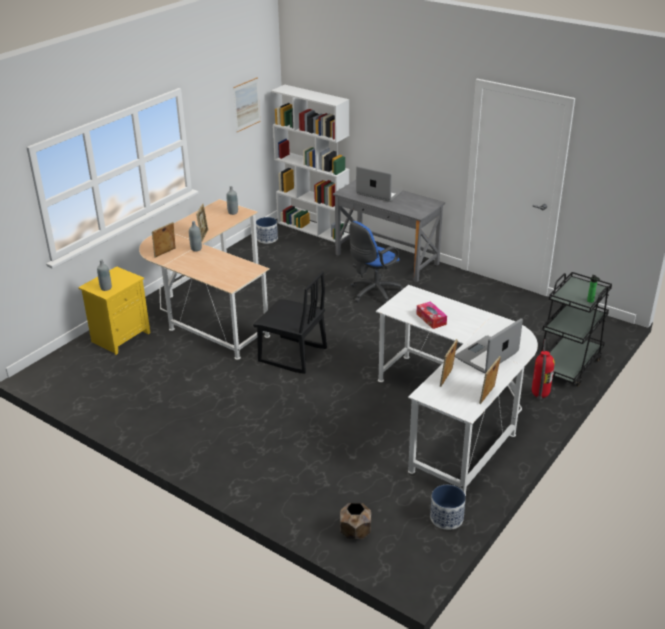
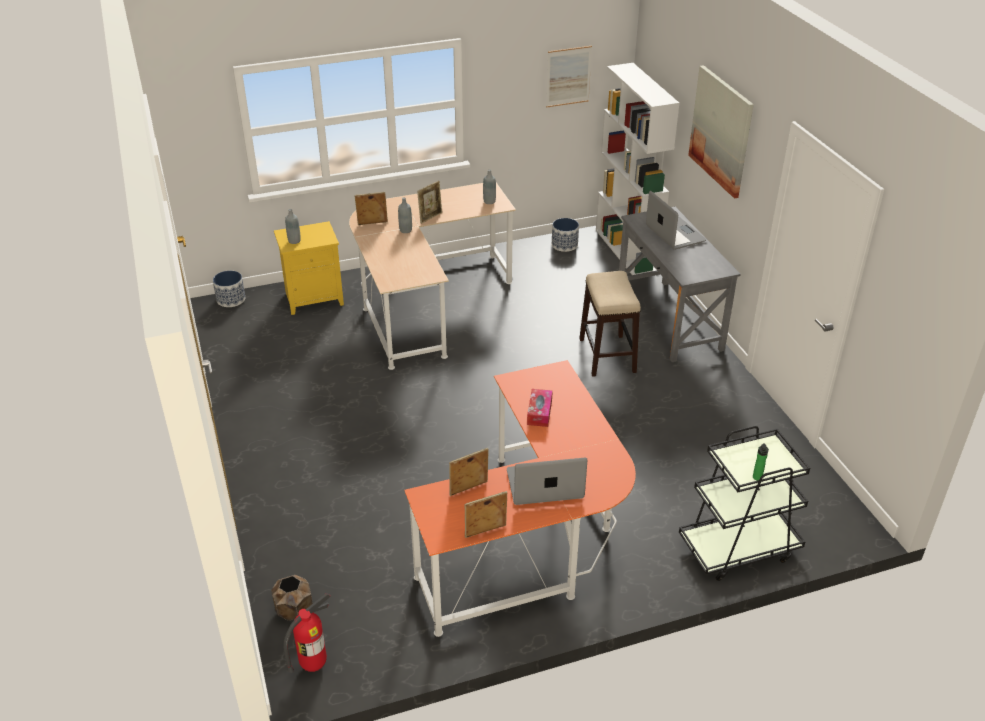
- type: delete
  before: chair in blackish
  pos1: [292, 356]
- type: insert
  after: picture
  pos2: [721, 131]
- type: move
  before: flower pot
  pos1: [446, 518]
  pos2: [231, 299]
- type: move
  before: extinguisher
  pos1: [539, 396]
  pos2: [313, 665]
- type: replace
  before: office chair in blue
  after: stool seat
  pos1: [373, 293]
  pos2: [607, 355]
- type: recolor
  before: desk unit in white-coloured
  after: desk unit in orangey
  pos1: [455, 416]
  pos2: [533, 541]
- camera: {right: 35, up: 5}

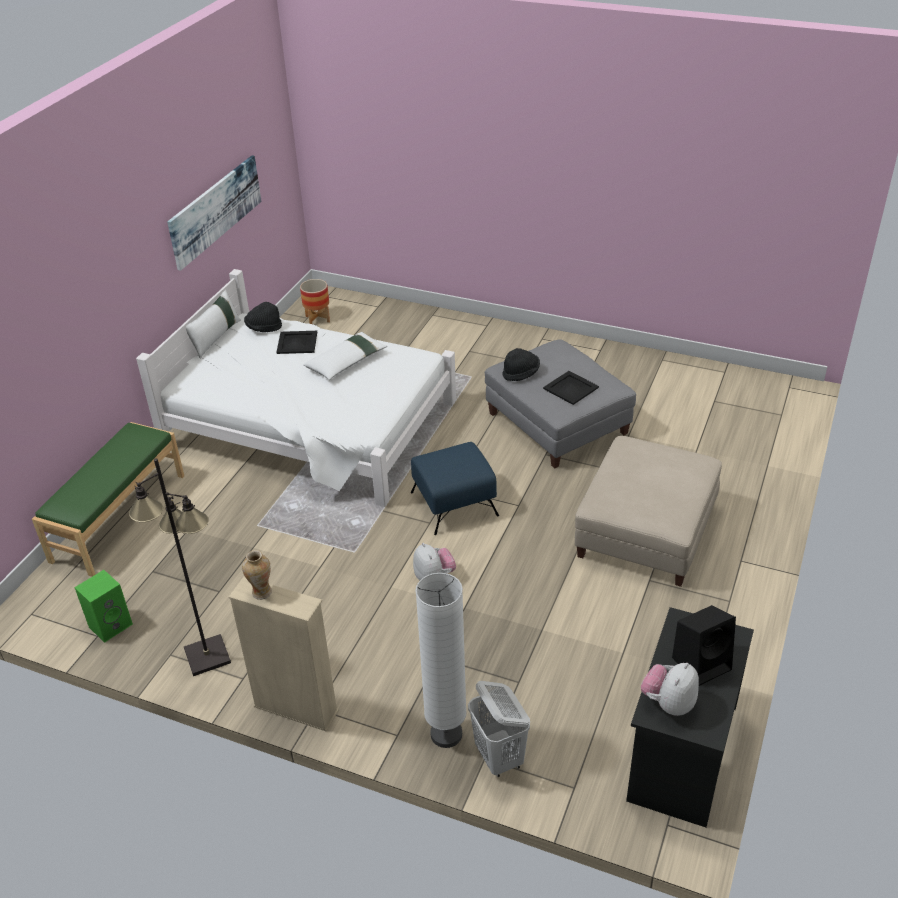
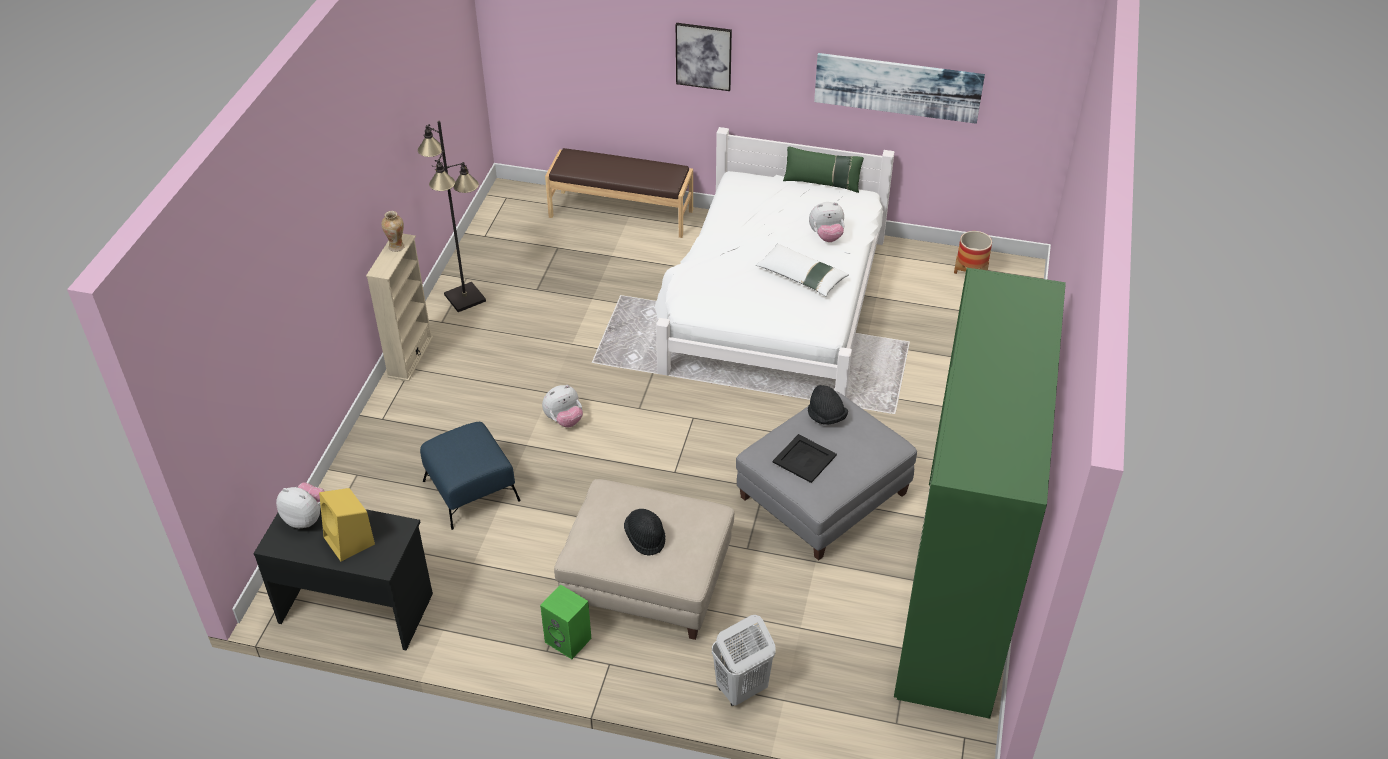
- type: delete
  before: floor lamp in white-coloured
  pos1: [446, 734]
- type: insert
  after: picture
  pos2: [703, 56]
- type: insert
  after: armoire in green-coloured
  pos2: [956, 594]
- type: move
  before: audio speaker in green-coloured
  pos1: [111, 624]
  pos2: [569, 640]
- type: move
  before: hat in blackish
  pos1: [263, 328]
  pos2: [645, 538]
- type: move
  before: footrest in blue
  pos1: [453, 504]
  pos2: [471, 490]
- type: move
  before: hamper in white-coloured
  pos1: [499, 758]
  pos2: [741, 689]
- type: replace
  before: tray in blackish
  after: cuddly toy
  pos1: [297, 342]
  pos2: [826, 236]
- type: recolor
  before: bench in green-coloured
  after: bench in brownish
  pos1: [118, 517]
  pos2: [621, 213]
- type: recolor
  before: cushion in white-coloured
  after: cushion in green-coloured
  pos1: [215, 337]
  pos2: [822, 183]
- type: recolor
  before: audio speaker in blackish
  after: audio speaker in yellow
  pos1: [702, 662]
  pos2: [350, 541]
- camera: {right: 80, up: 5}

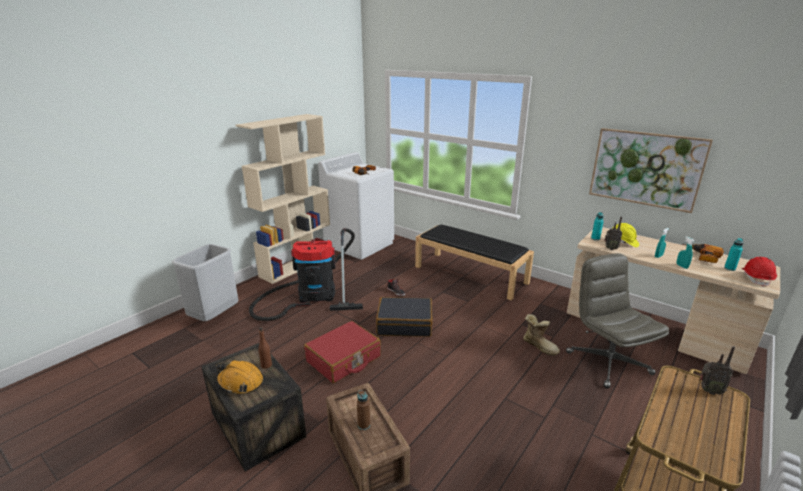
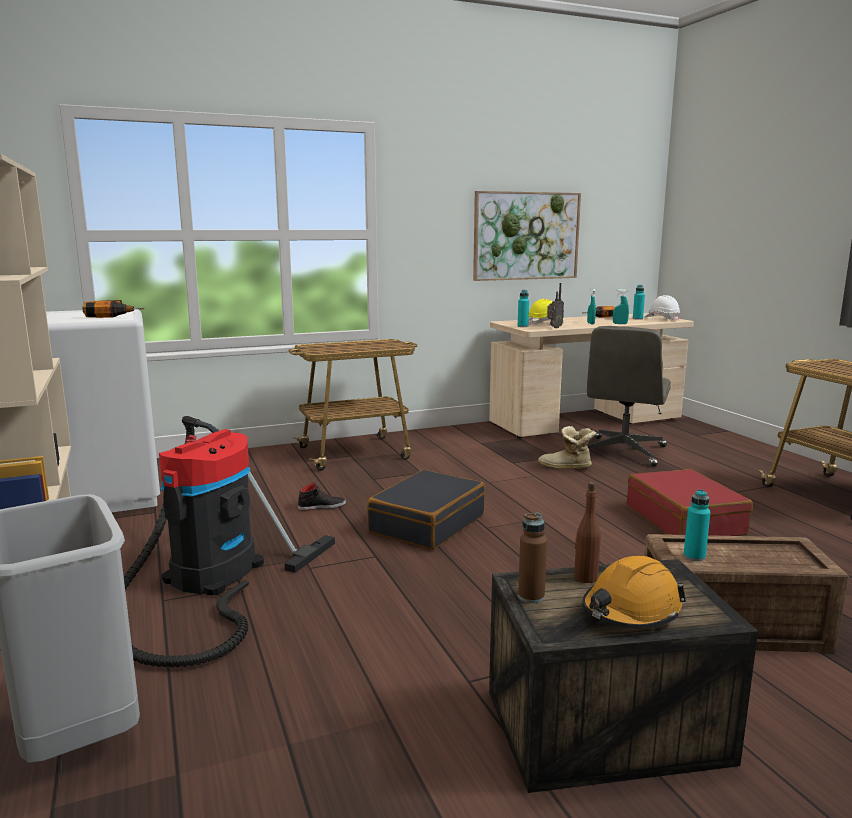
- type: delete
  before: radio set
  pos1: [709, 390]
- type: insert
  after: beverage bottle in turquoise
  pos2: [694, 556]
- type: move
  before: travel case in red-coloured
  pos1: [344, 359]
  pos2: [685, 520]
- type: move
  before: beverage bottle in brownish
  pos1: [364, 425]
  pos2: [531, 596]
- type: replace
  before: bench in blackish
  after: cart
  pos1: [471, 274]
  pos2: [356, 453]
- type: recolor
  before: safety helmet in red-coloured
  after: safety helmet in white-coloured
  pos1: [756, 278]
  pos2: [662, 318]
- type: rotate
  before: high-top boot
  pos1: [540, 345]
  pos2: [566, 467]
  turn: -150
- type: rotate
  before: office chair in grey
  pos1: [607, 362]
  pos2: [623, 452]
  turn: -75
- camera: {right: -60, up: -10}

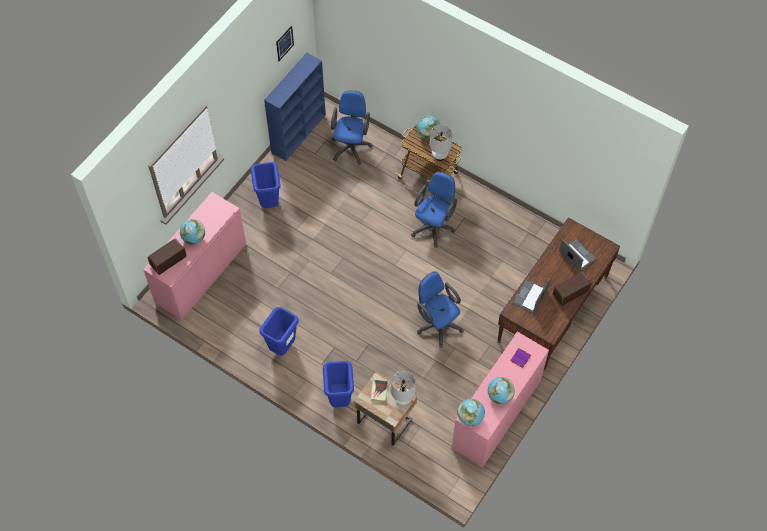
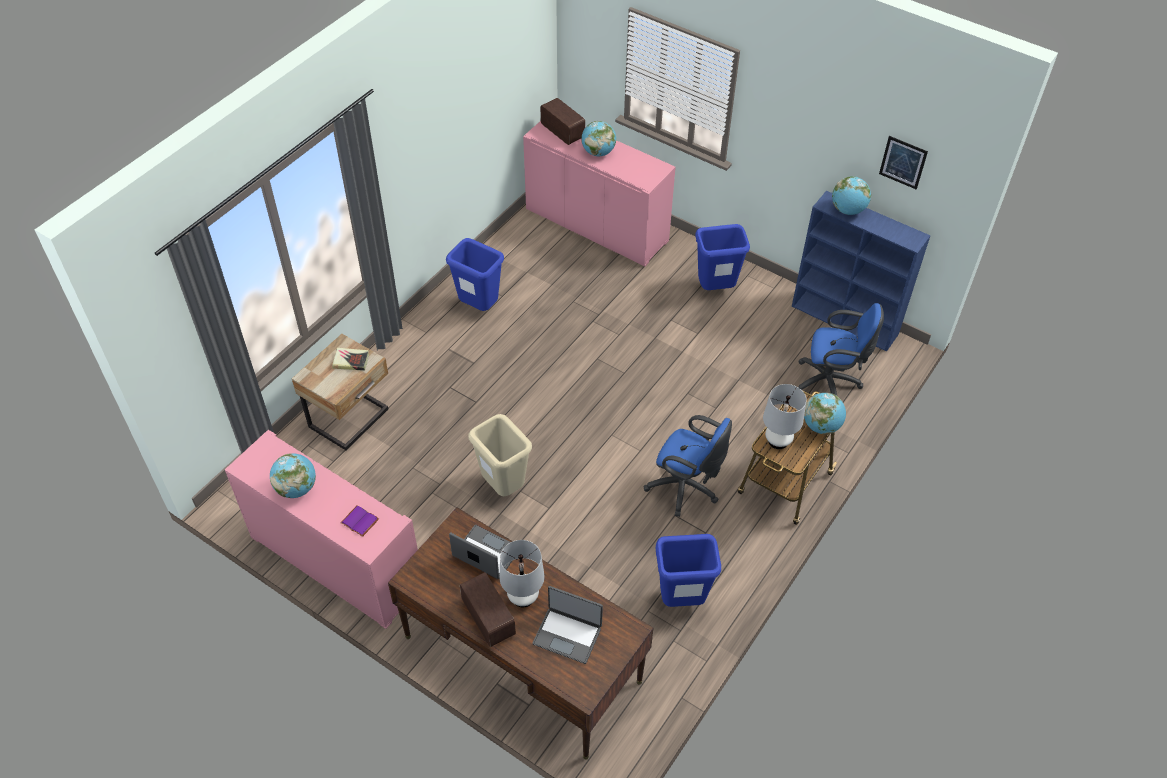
- type: move
  before: waste bin in blue
  pos1: [339, 399]
  pos2: [681, 600]
- type: move
  before: table lamp in white-coloured
  pos1: [402, 399]
  pos2: [523, 597]
- type: move
  before: world globe
  pos1: [470, 417]
  pos2: [848, 210]
- type: replace
  before: office chair in blue
  after: waste bin in sand-coloured
  pos1: [437, 324]
  pos2: [504, 488]
- type: rotate
  before: portable computer
  pos1: [576, 255]
  pos2: [568, 635]
  turn: 60
- camera: {right: 90, up: -10}

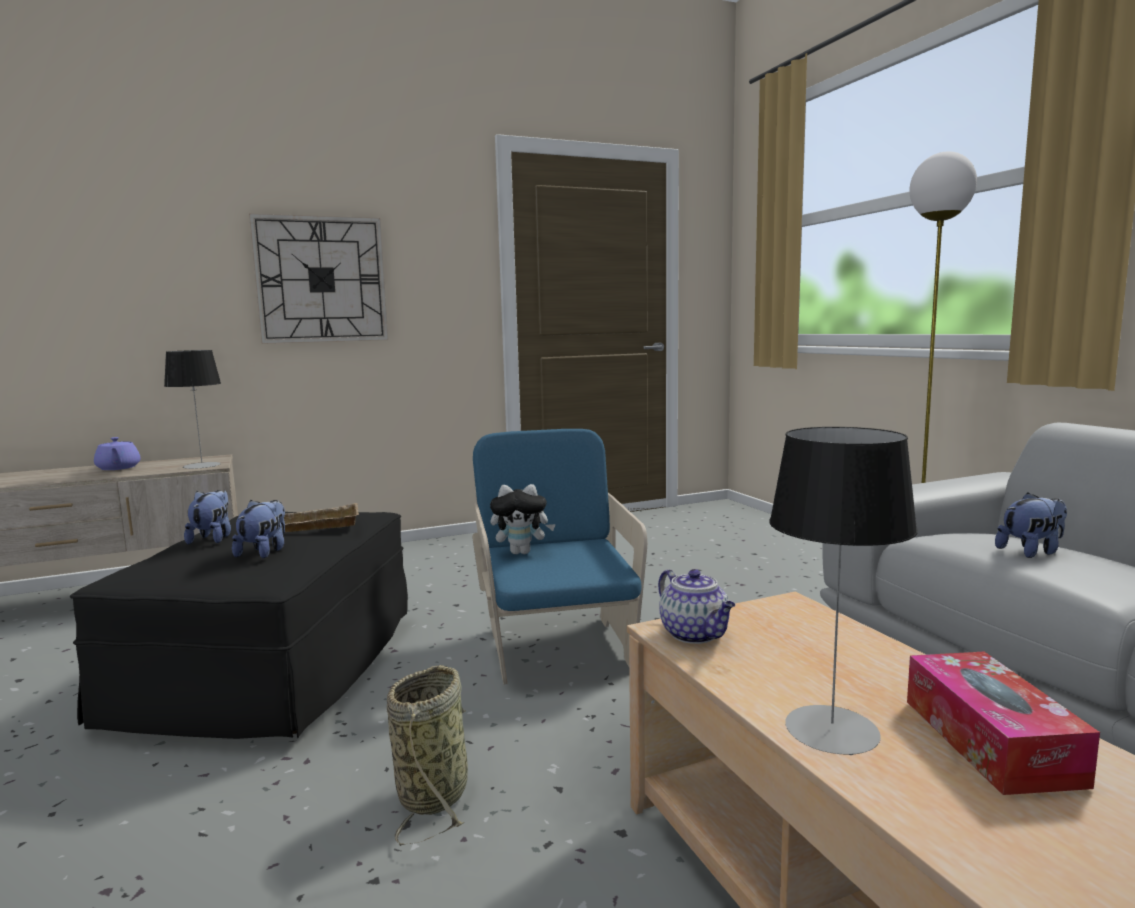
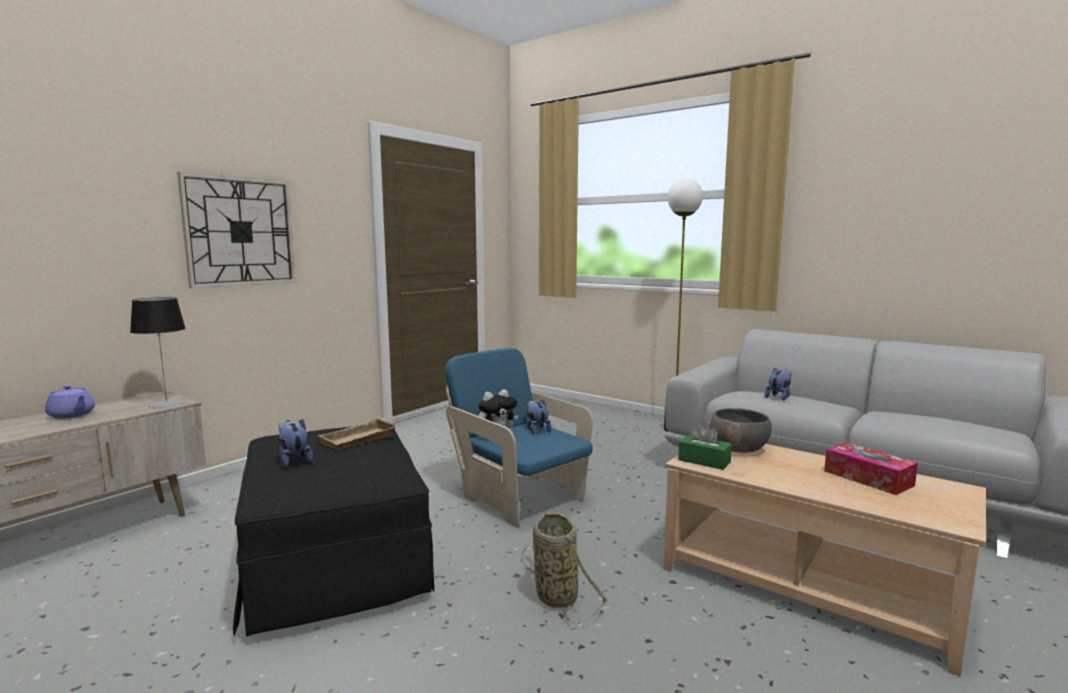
- type: delete
  before: table lamp
  pos1: [831, 730]
- type: insert
  after: bowl in grey
  pos2: [738, 449]
- type: move
  before: cuddly toy
  pos1: [264, 552]
  pos2: [536, 429]
- type: replace
  before: tea pot
  after: tissue box in green-coloured
  pos1: [696, 634]
  pos2: [704, 461]
- camera: {right: -30, up: 0}

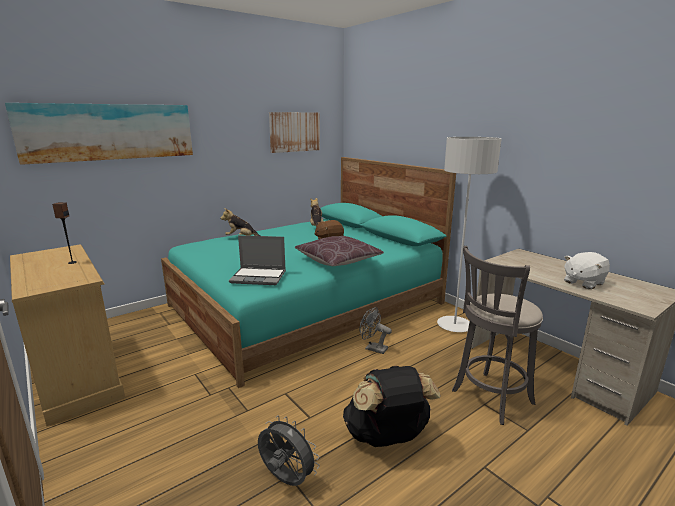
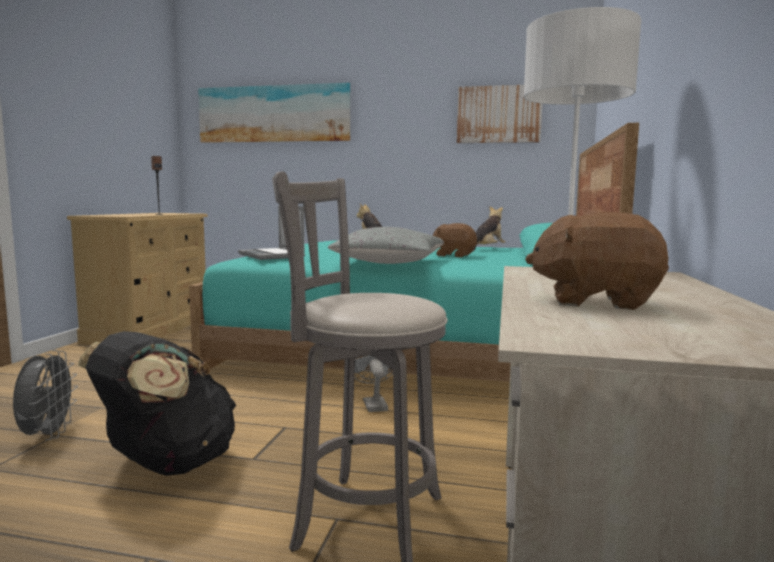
- type: recolor
  before: cushion in brownish
  after: cushion in grey
  pos1: [338, 261]
  pos2: [389, 263]
- type: recolor
  before: cuddly toy in white-coloured
  after: cuddly toy in brownish
  pos1: [583, 282]
  pos2: [595, 301]
- camera: {right: 50, up: -10}

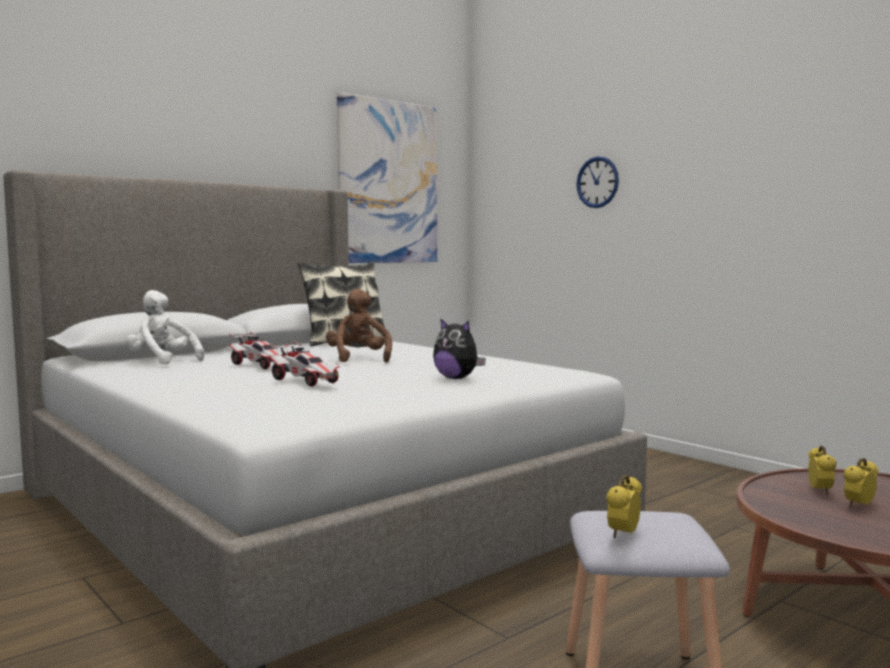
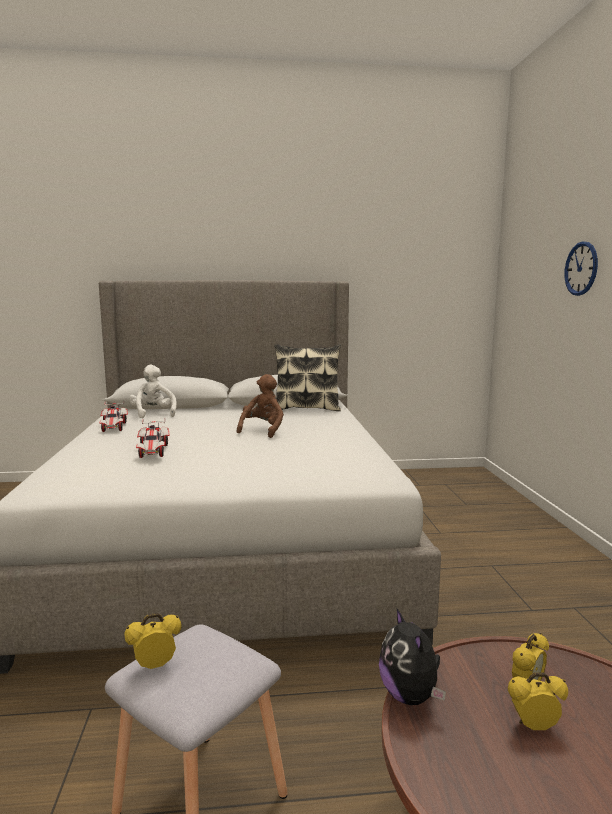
- type: delete
  before: picture
  pos1: [388, 182]
- type: move
  before: toy car
  pos1: [260, 365]
  pos2: [114, 427]
- type: move
  before: cuddly toy
  pos1: [457, 378]
  pos2: [410, 696]
- camera: {right: 35, up: 5}

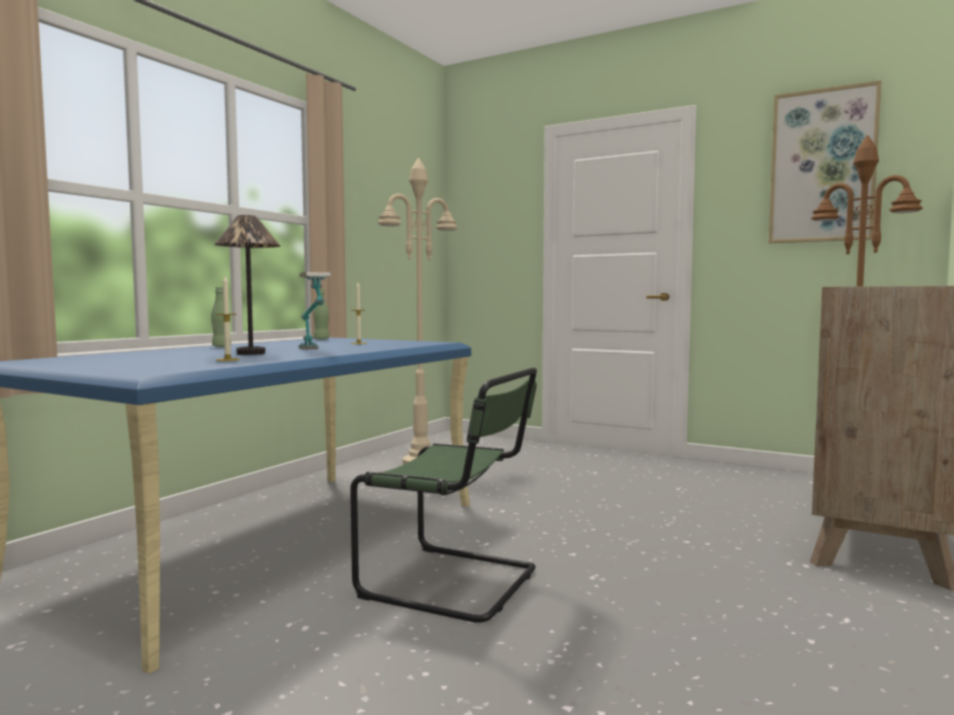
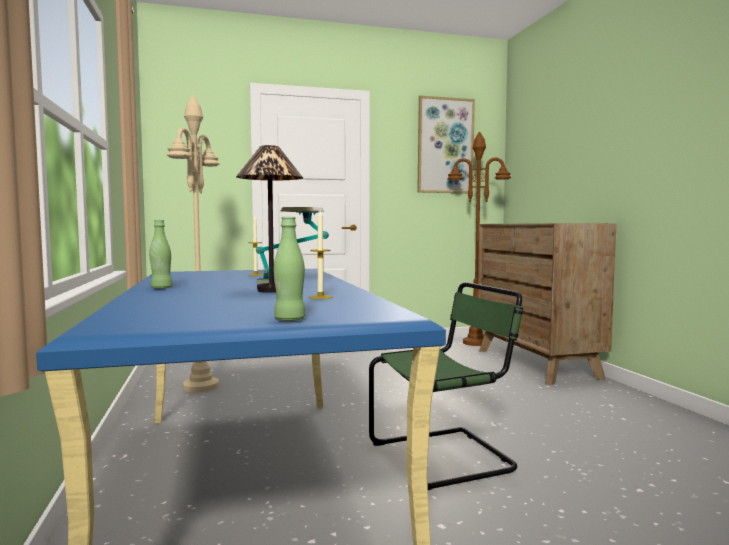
- type: move
  before: beverage bottle in green-coloured
  pos1: [321, 339]
  pos2: [289, 319]
- camera: {right: -45, up: 0}

